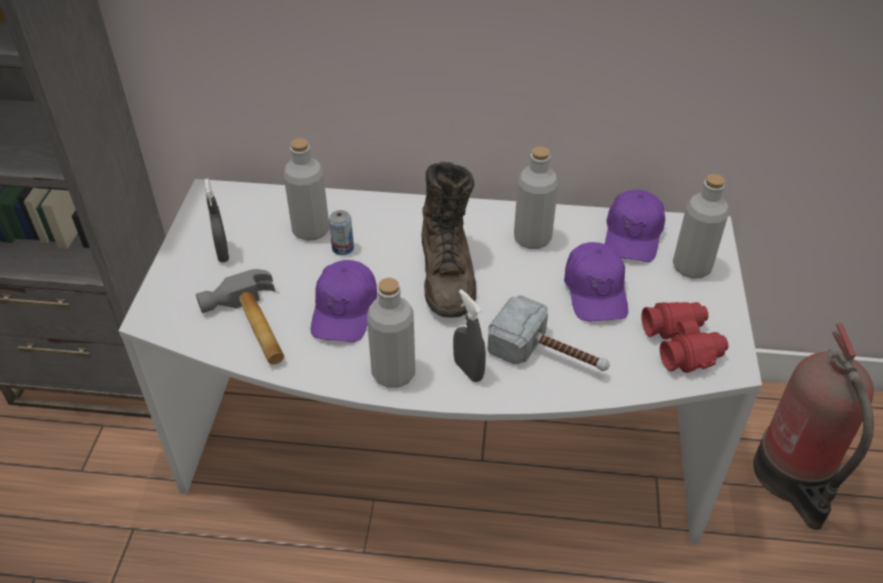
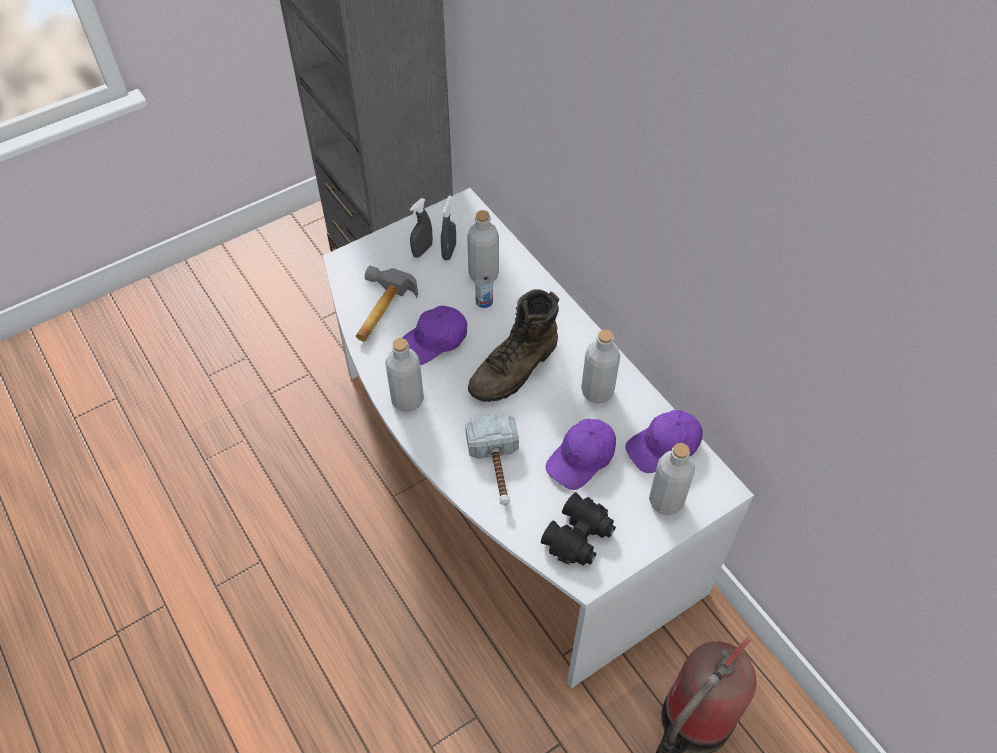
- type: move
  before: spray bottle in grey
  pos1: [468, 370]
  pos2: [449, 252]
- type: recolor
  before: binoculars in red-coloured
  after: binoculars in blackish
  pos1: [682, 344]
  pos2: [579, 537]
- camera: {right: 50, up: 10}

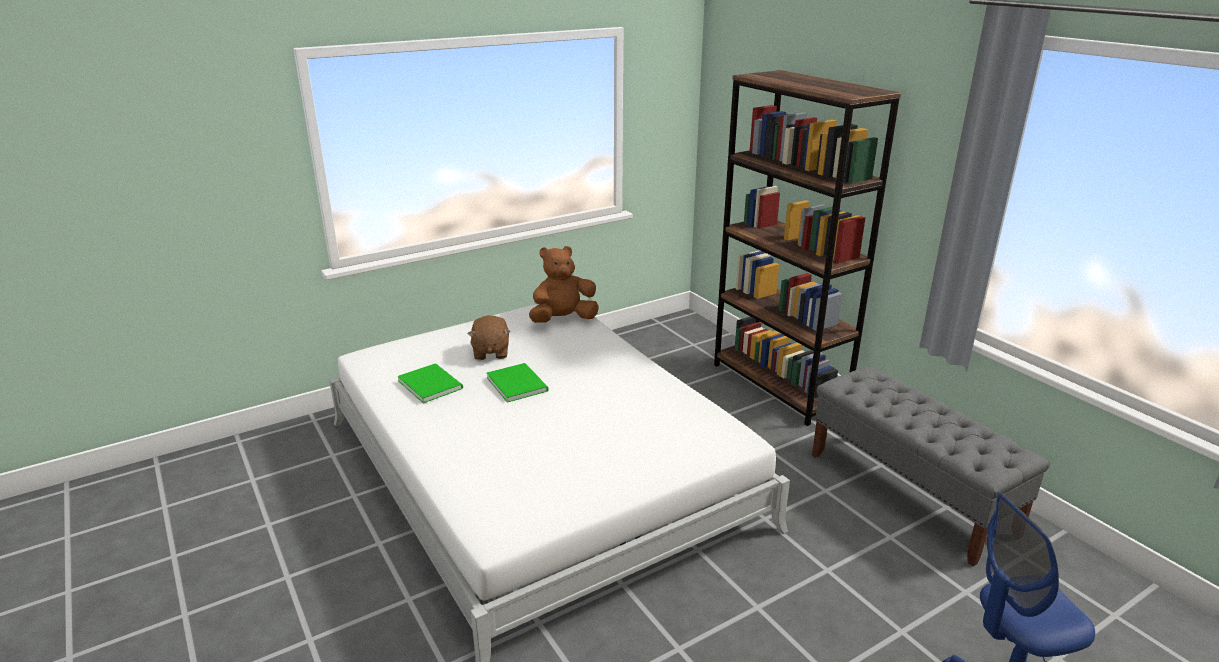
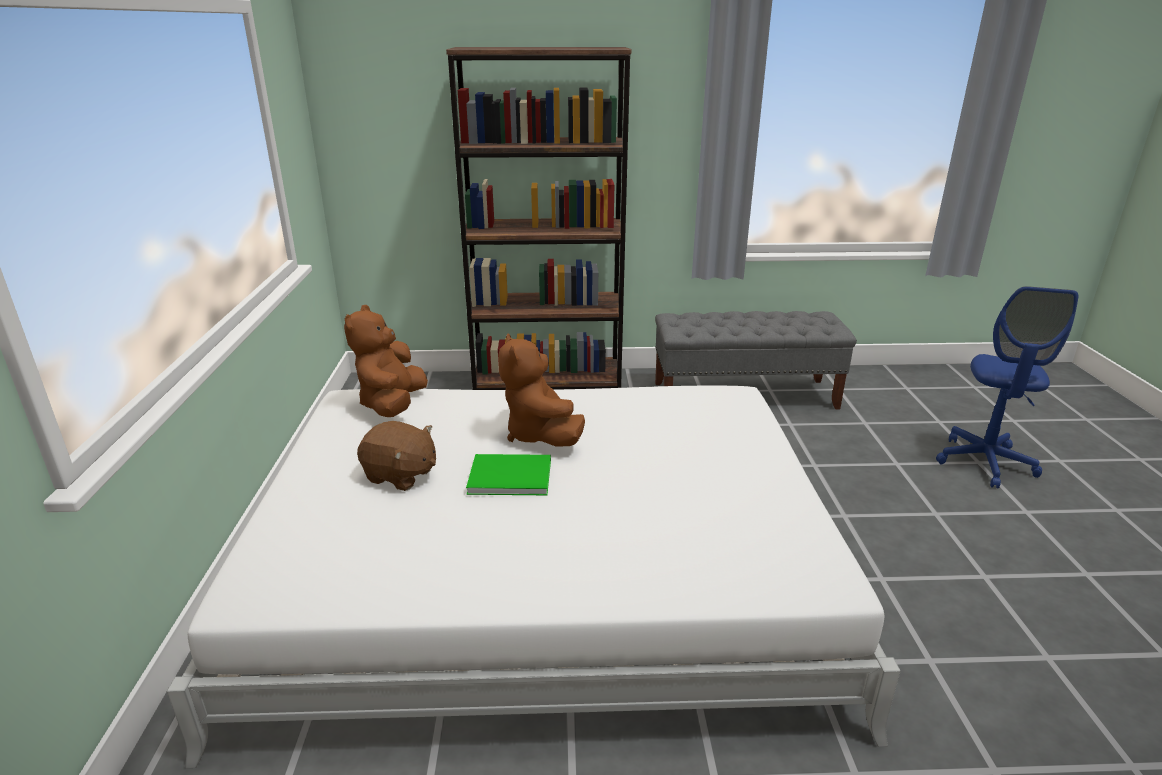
- type: delete
  before: volume in green-coloured
  pos1: [430, 383]
- type: insert
  after: cuddly toy in brownish
  pos2: [540, 435]
- camera: {right: -60, up: 0}

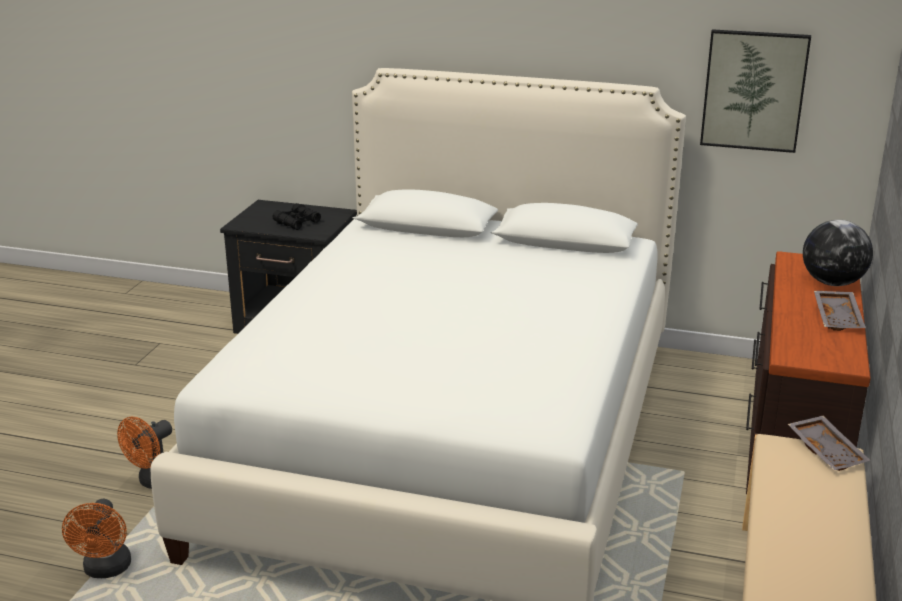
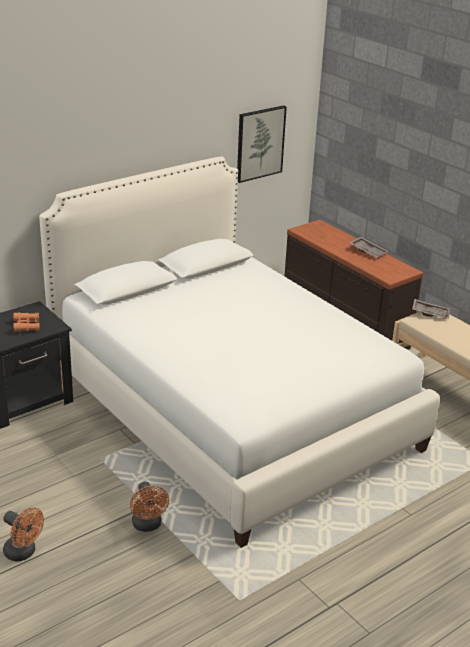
- type: delete
  before: world globe
  pos1: [832, 283]
- type: move
  before: electric fan in orangey
  pos1: [106, 570]
  pos2: [23, 553]
- type: recolor
  before: binoculars in blackish
  after: binoculars in orangey
  pos1: [297, 222]
  pos2: [27, 326]
- camera: {right: -55, up: 5}

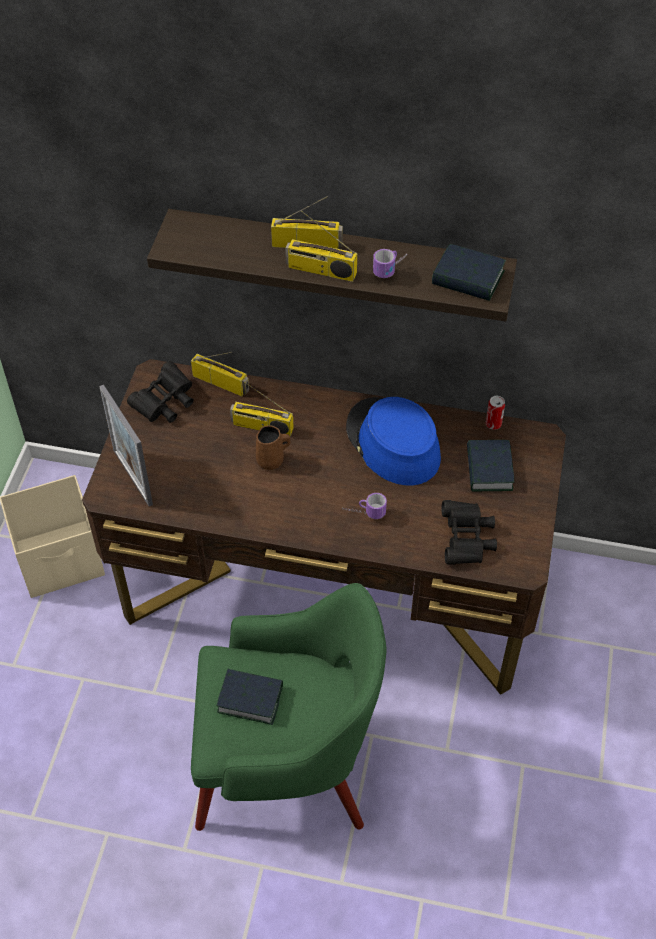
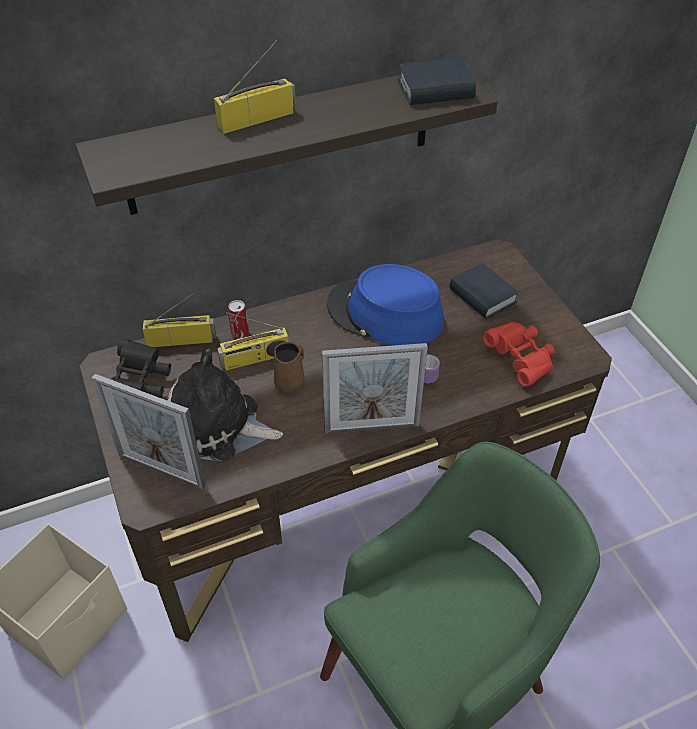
- type: delete
  before: volume
  pos1: [250, 699]
- type: delete
  before: radio set
  pos1: [320, 270]
- type: delete
  before: tea mug
  pos1: [392, 269]
- type: insert
  after: cuddly toy
  pos2: [218, 427]
- type: insert
  after: picture frame
  pos2: [371, 428]
- type: move
  before: sealed can
  pos1: [493, 424]
  pos2: [240, 333]
- type: recolor
  before: binoculars in blackish
  after: binoculars in red-coloured
  pos1: [466, 540]
  pos2: [520, 360]
- camera: {right: -35, up: -5}

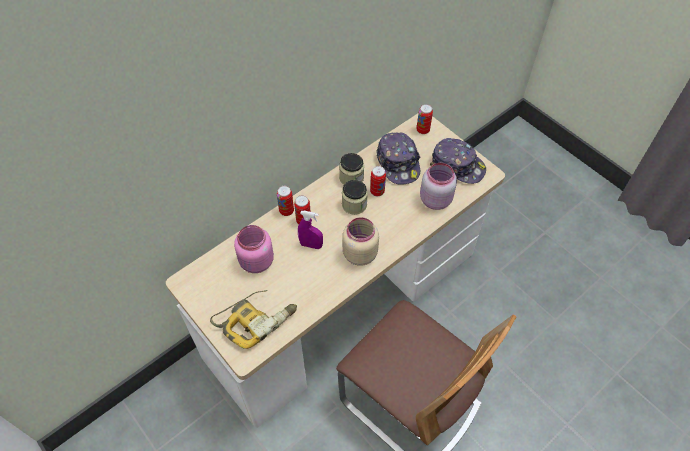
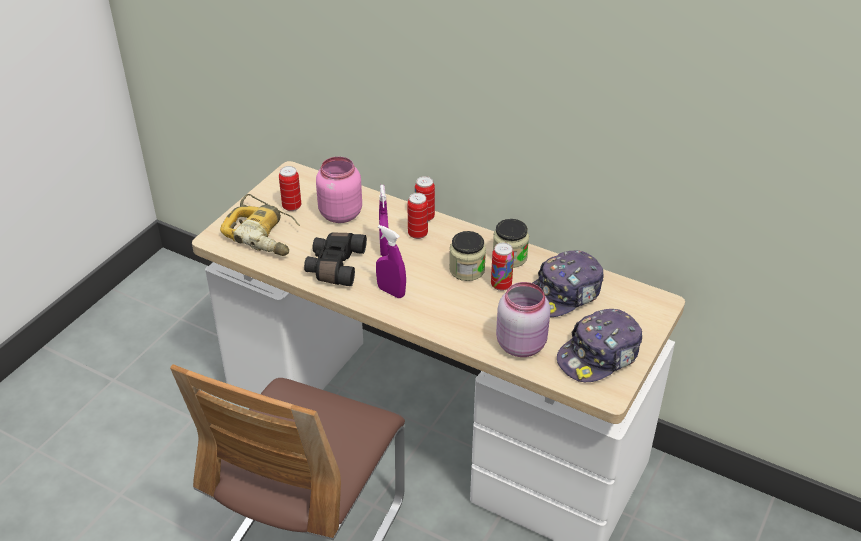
- type: insert
  after: binoculars in blackish
  pos2: [334, 266]
- type: move
  before: sealed can
  pos1: [423, 130]
  pos2: [292, 206]
- type: replace
  before: jar in sand-coloured
  after: spray bottle in purple-coloured
  pos1: [359, 254]
  pos2: [391, 292]
- type: rotate
  before: peaked cap
  pos1: [457, 166]
  pos2: [599, 356]
  turn: 45
- camera: {right: 70, up: -15}

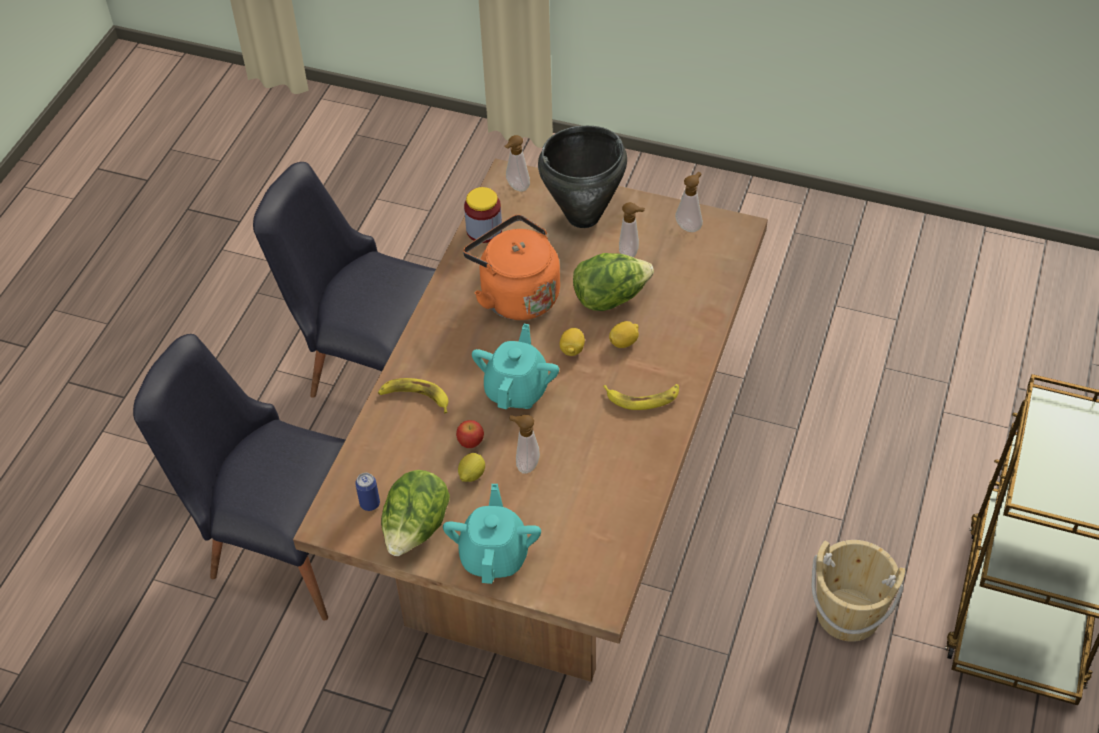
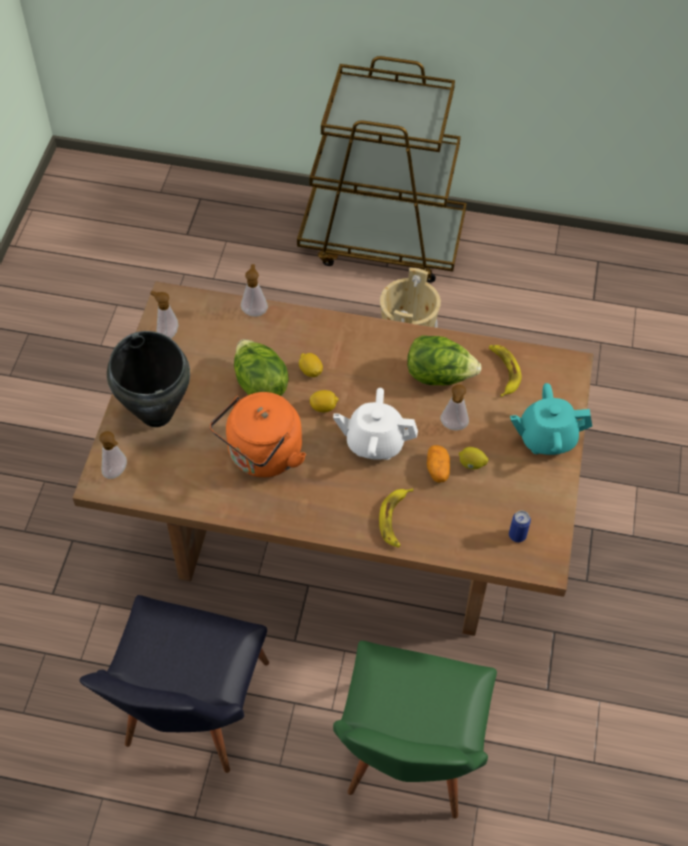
- type: delete
  before: jar
  pos1: [484, 230]
- type: move
  before: lettuce head
  pos1: [416, 529]
  pos2: [439, 376]
- type: move
  before: banana
  pos1: [643, 397]
  pos2: [503, 371]
- type: move
  before: soap dispenser
  pos1: [630, 254]
  pos2: [255, 311]
- type: replace
  before: whole apple
  after: potato
  pos1: [471, 442]
  pos2: [437, 469]
- type: recolor
  before: chair in blackish
  after: chair in green-coloured
  pos1: [279, 543]
  pos2: [408, 761]
- type: recolor
  before: tea pot in turquoise
  after: tea pot in white-coloured
  pos1: [517, 389]
  pos2: [374, 442]
- camera: {right: -100, up: 5}

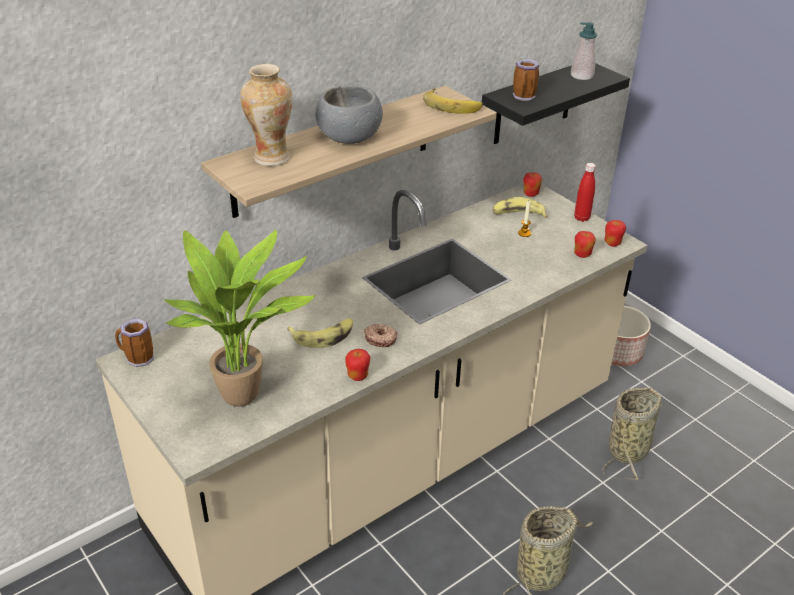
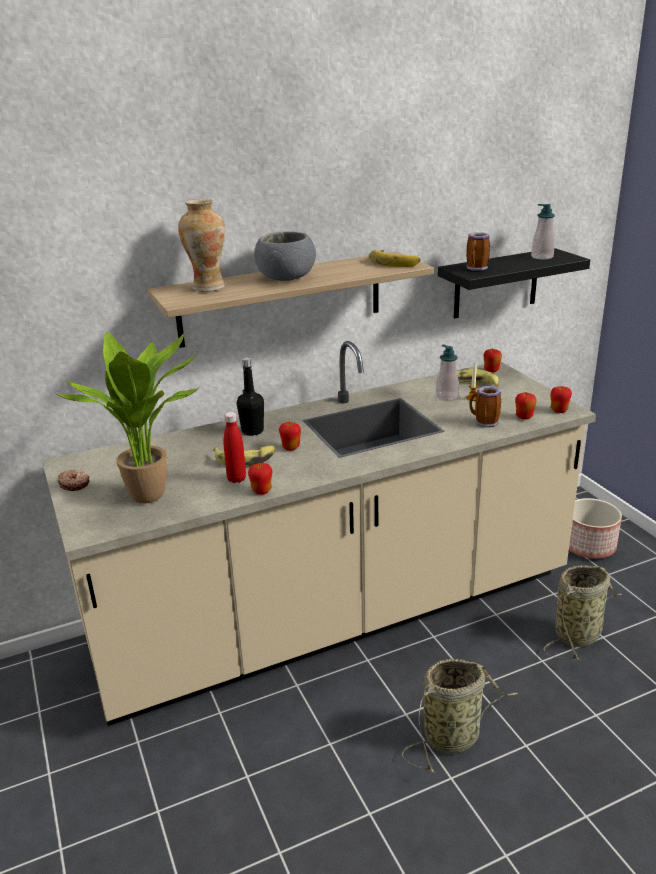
- type: insert
  after: beverage bottle in blackish
  pos2: [252, 431]
- type: insert
  after: whole apple
  pos2: [290, 448]
- type: insert
  after: soap dispenser
  pos2: [447, 396]
- type: move
  before: tea mug
  pos1: [137, 359]
  pos2: [484, 423]
- type: move
  before: ring doughnut
  pos1: [380, 339]
  pos2: [74, 484]
- type: move
  before: beverage bottle in red-coloured
  pos1: [581, 218]
  pos2: [236, 479]
- camera: {right: 15, up: -10}

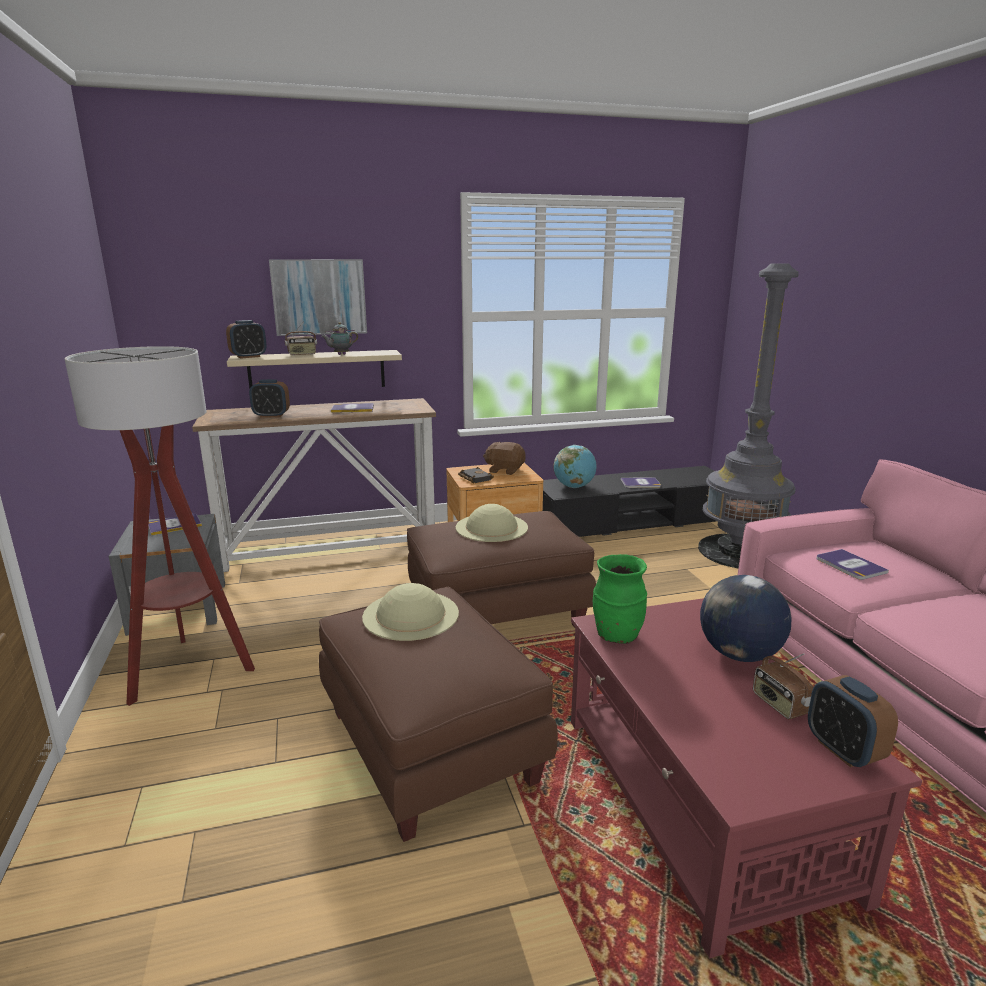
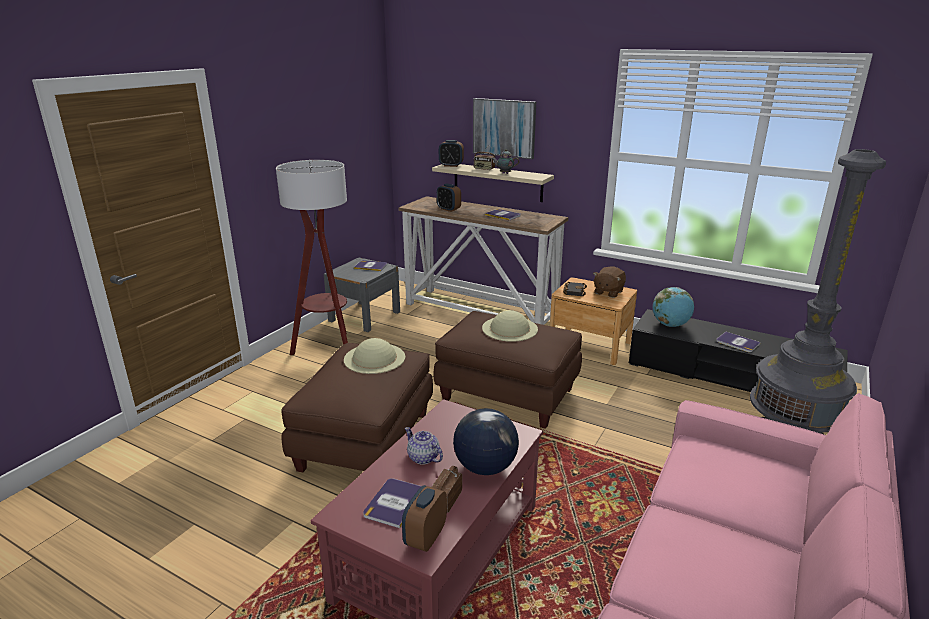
- type: delete
  before: vase in green-coloured
  pos1: [616, 635]
- type: insert
  after: tea pot
  pos2: [423, 458]
- type: move
  before: volume
  pos1: [850, 565]
  pos2: [394, 503]
- type: rotate
  before: cuddly toy in brownish
  pos1: [505, 470]
  pos2: [608, 292]
  turn: -120
- camera: {right: 45, up: 5}

